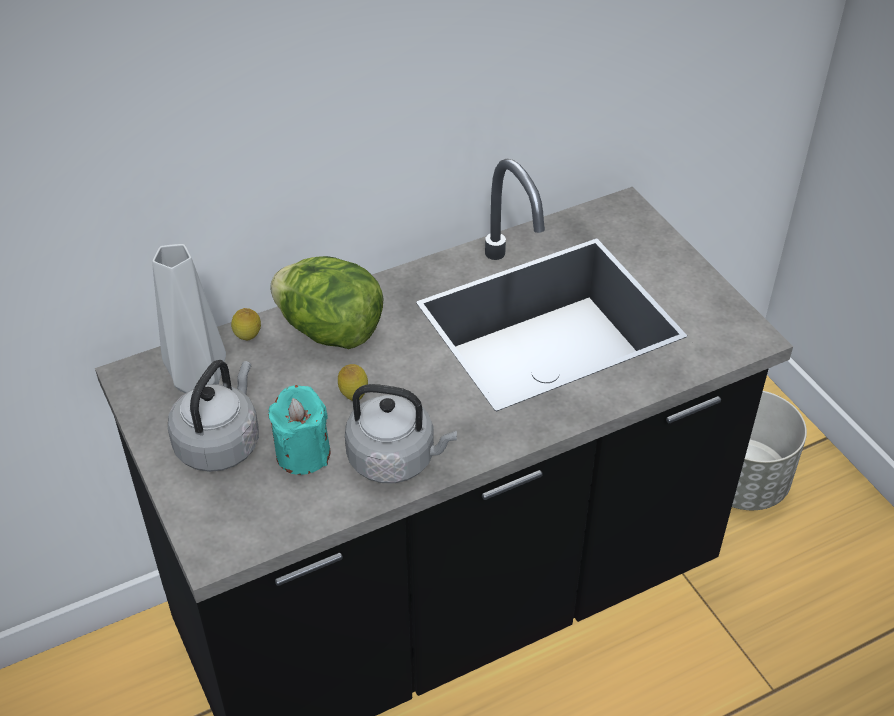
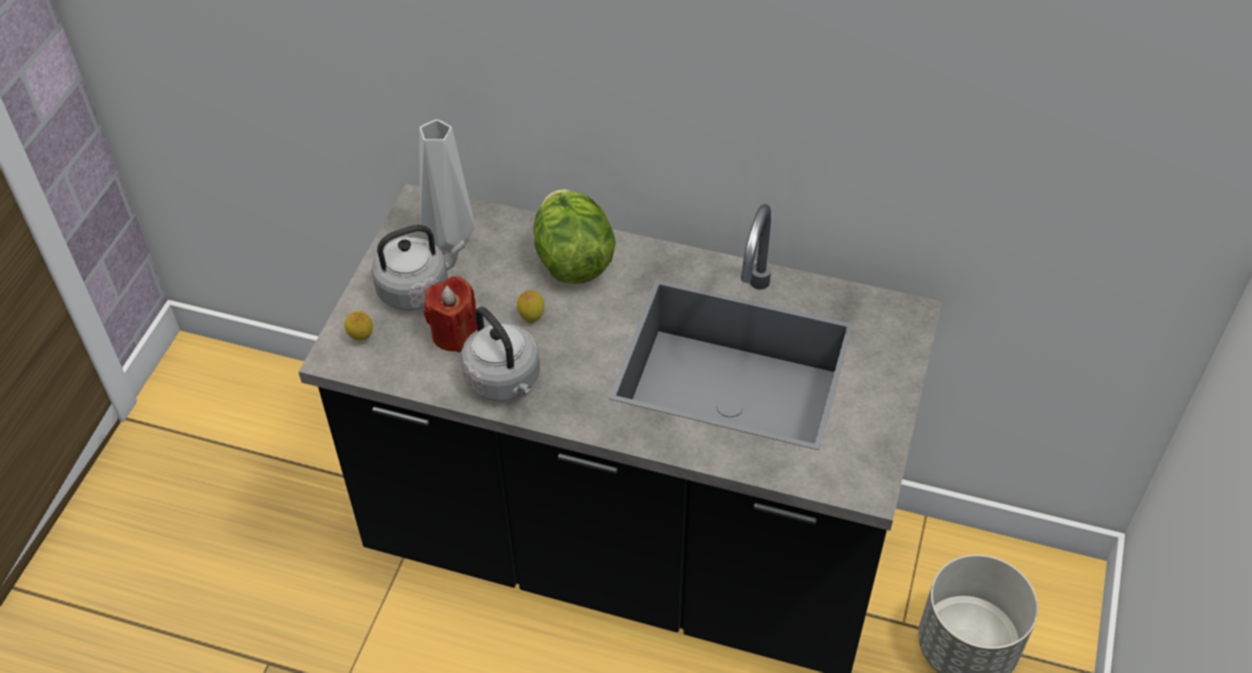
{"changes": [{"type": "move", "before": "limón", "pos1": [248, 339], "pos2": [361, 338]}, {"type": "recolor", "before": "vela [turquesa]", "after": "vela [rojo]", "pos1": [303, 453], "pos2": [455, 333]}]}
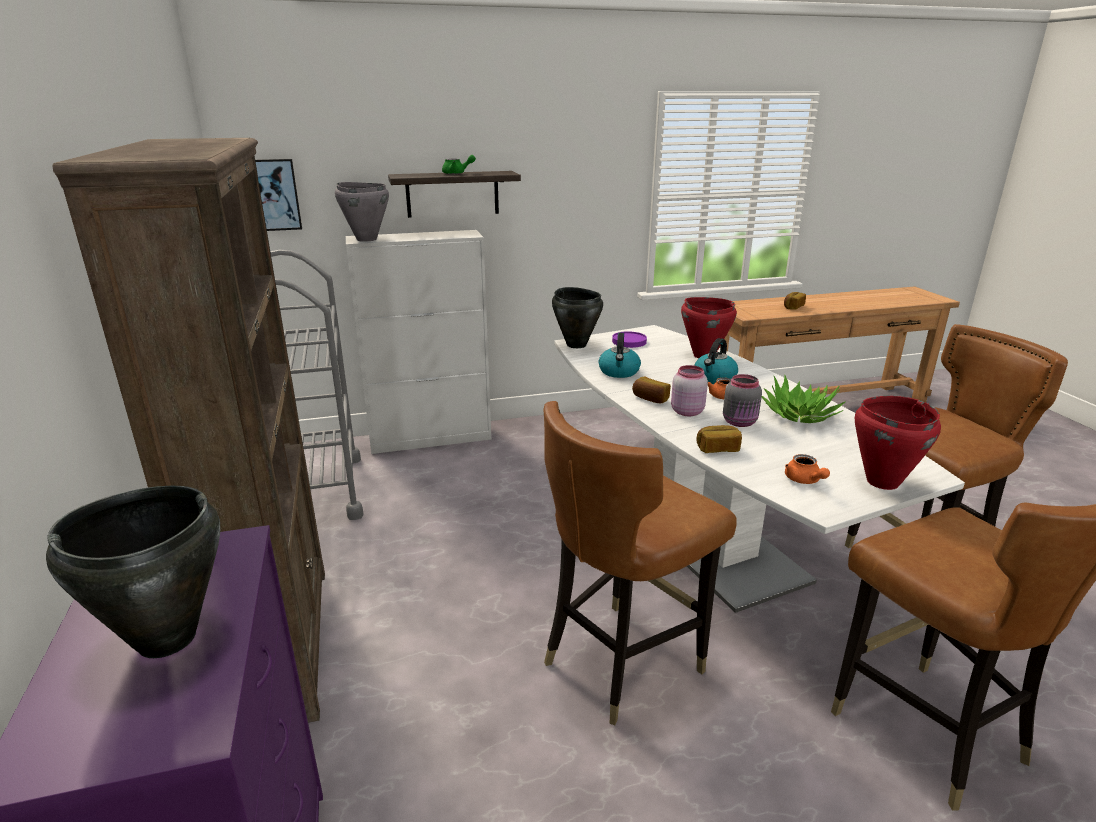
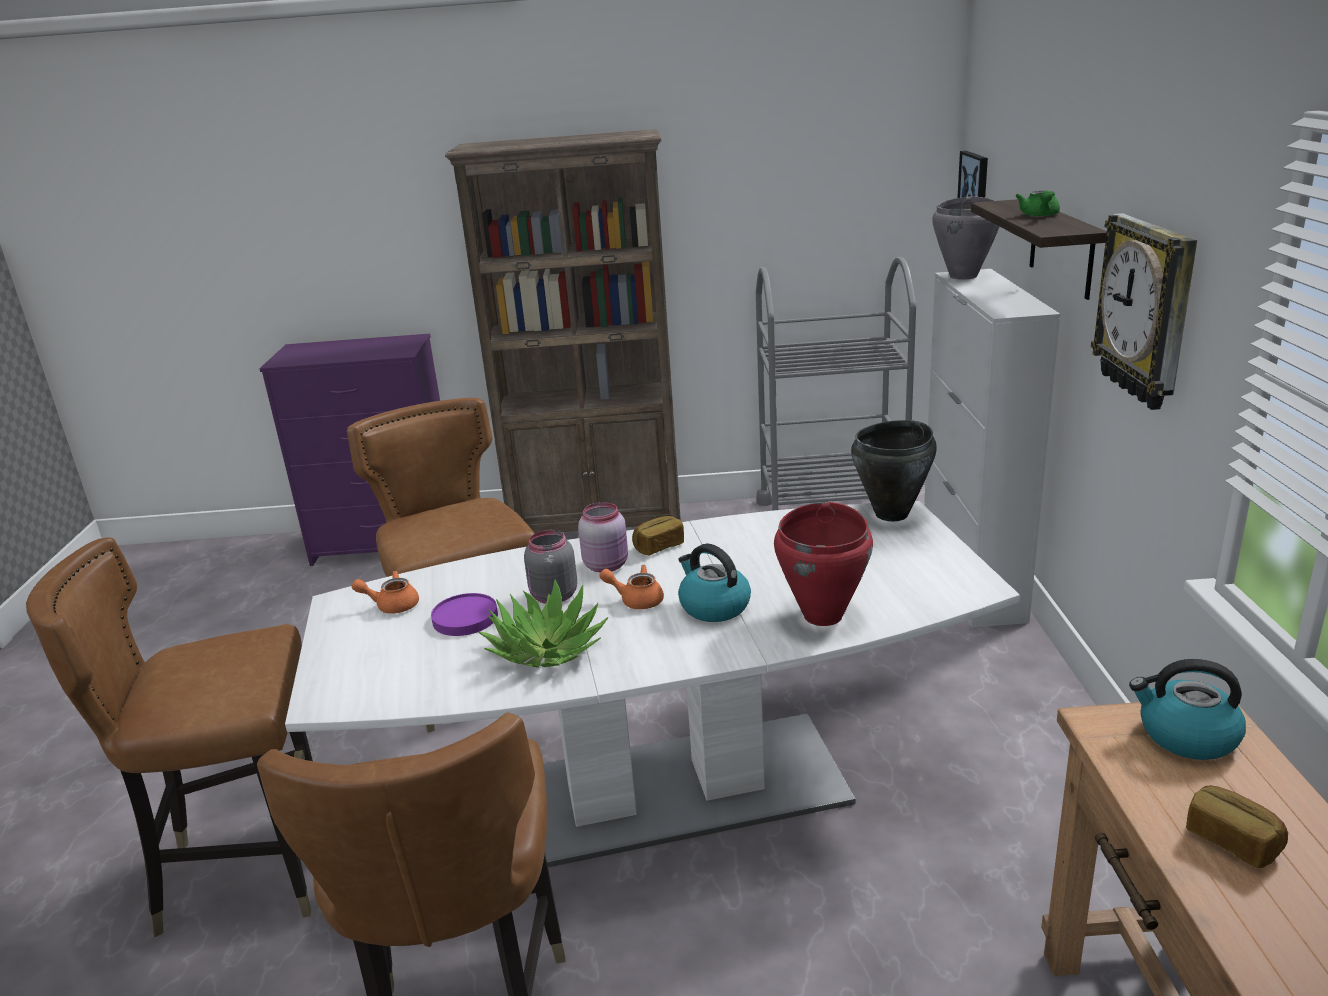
{"changes": [{"type": "move", "before": "plato [morado]", "pos1": [629, 341], "pos2": [465, 618]}, {"type": "insert", "after": "reloj de pared", "pos2": [1147, 310]}, {"type": "move", "before": "hervidor", "pos1": [619, 372], "pos2": [1186, 736]}, {"type": "delete", "before": "olla [negro]", "pos1": [165, 638]}, {"type": "delete", "before": "pan", "pos1": [717, 448]}, {"type": "delete", "before": "olla [rojo]", "pos1": [881, 481]}]}
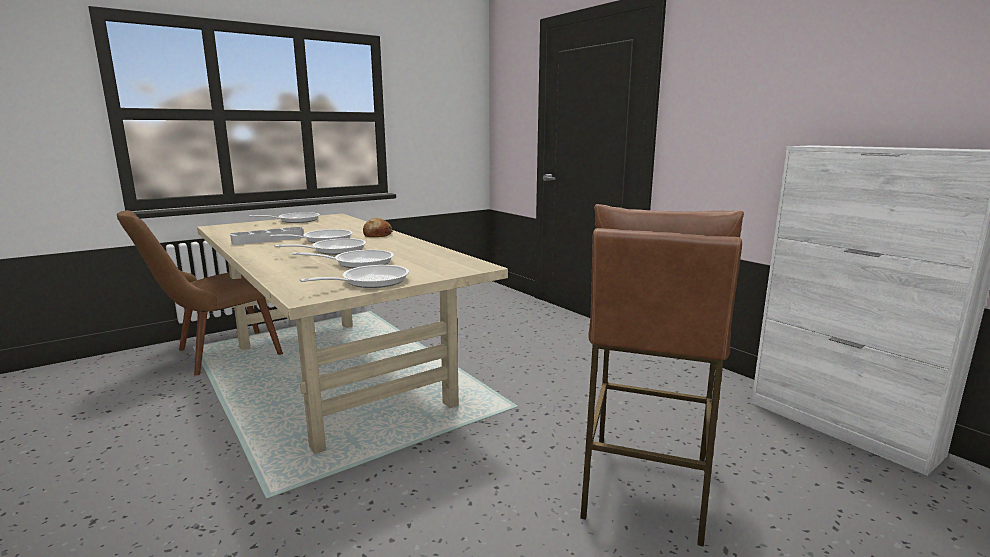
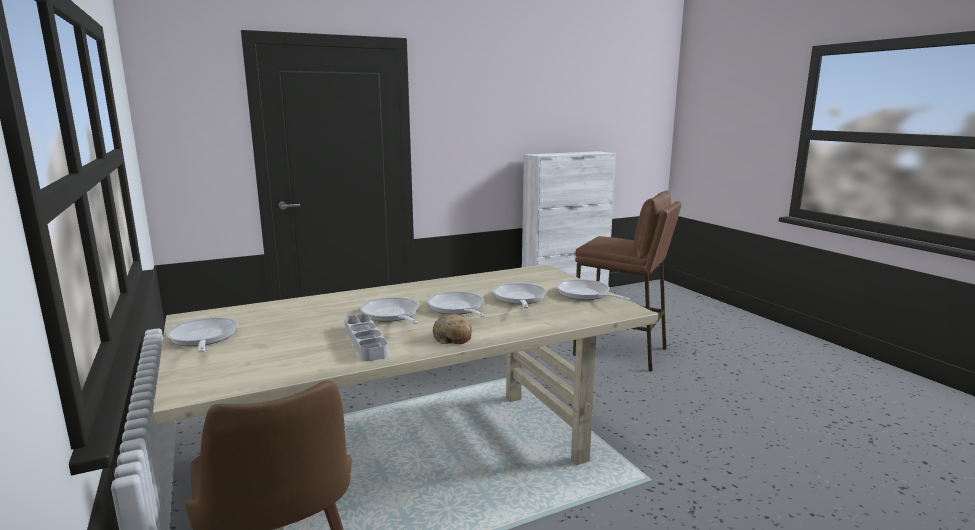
{"changes": [{"type": "move", "before": "pan", "pos1": [377, 235], "pos2": [453, 337]}]}
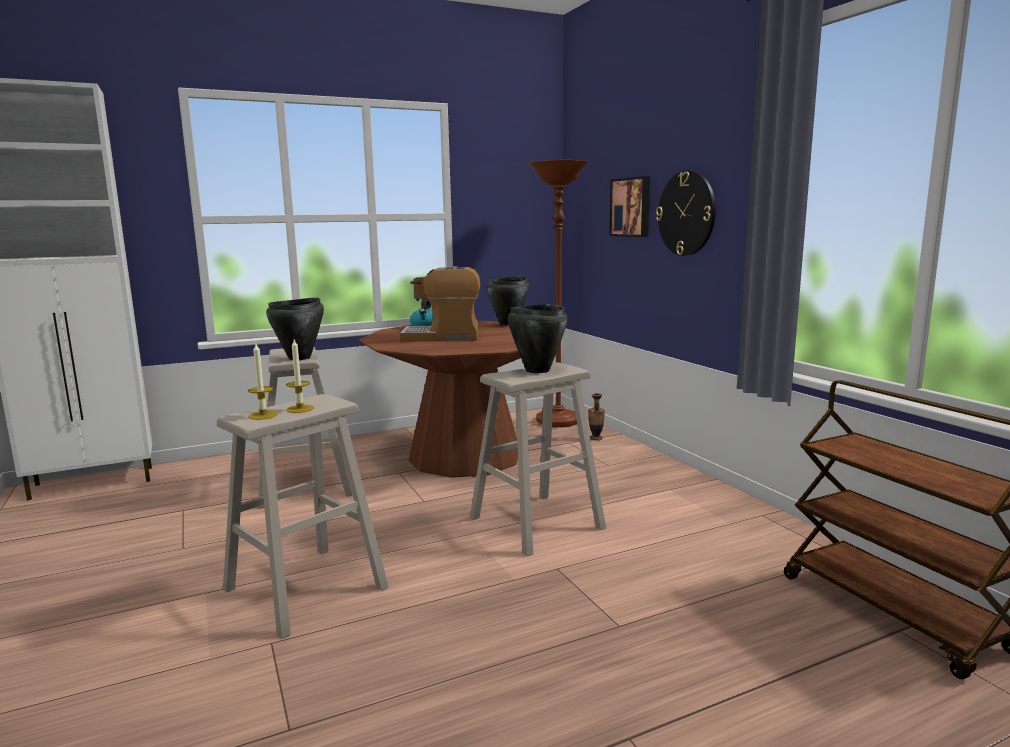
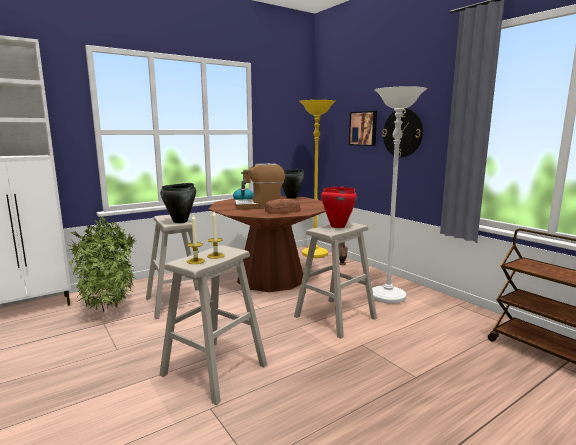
{"changes": [{"type": "insert", "after": "planta en maceta", "pos2": [108, 308]}, {"type": "insert", "after": "pan", "pos2": [281, 211]}, {"type": "recolor", "before": "lámpara de pie [marrón]", "after": "lámpara de pie [amarillo]", "pos1": [558, 421], "pos2": [315, 254]}, {"type": "recolor", "before": "olla [negro]", "after": "olla [rojo]", "pos1": [537, 370], "pos2": [337, 226]}, {"type": "insert", "after": "lámpara de pie [blanco]", "pos2": [387, 297]}]}
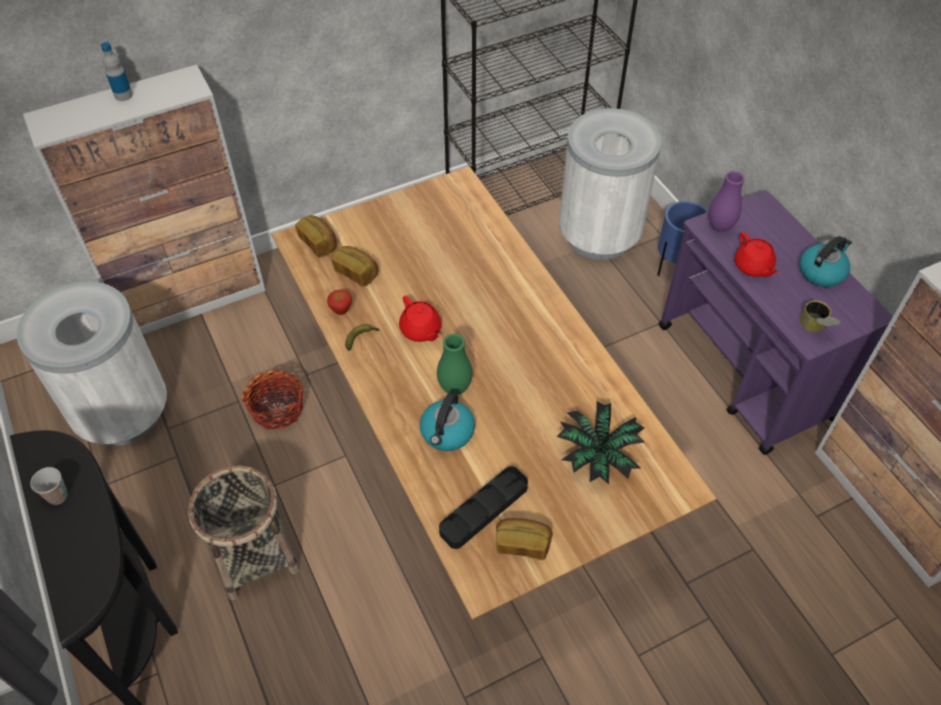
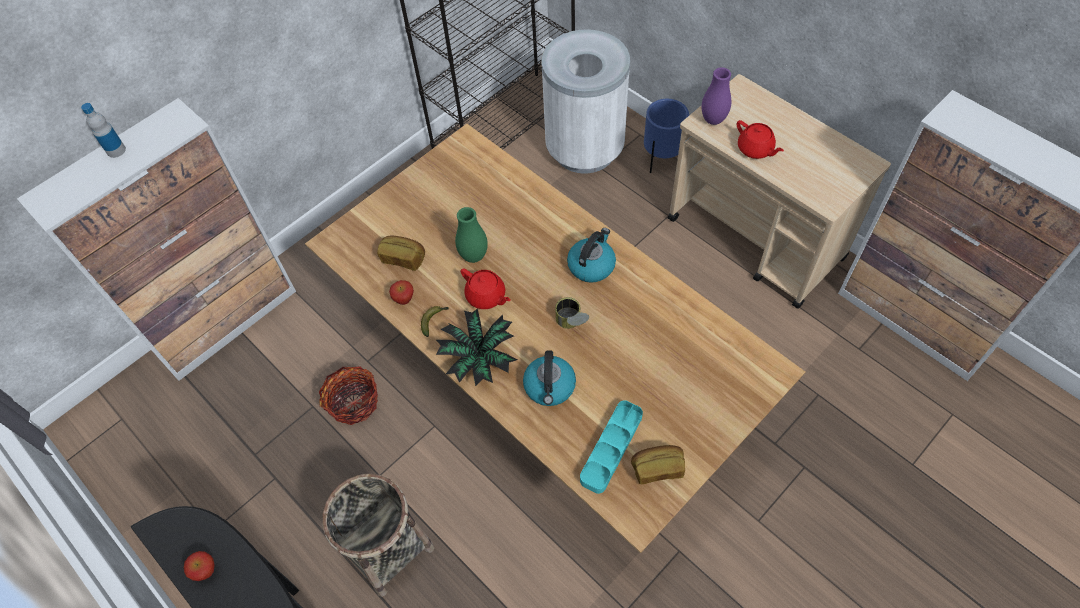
{"changes": [{"type": "replace", "before": "taza", "after": "manzana", "pos1": [57, 496], "pos2": [207, 571]}, {"type": "move", "before": "planta en maceta", "pos1": [597, 454], "pos2": [479, 357]}, {"type": "move", "before": "florero [verde]", "pos1": [455, 388], "pos2": [474, 256]}, {"type": "move", "before": "lata", "pos1": [815, 328], "pos2": [572, 323]}, {"type": "move", "before": "hervidor", "pos1": [821, 272], "pos2": [591, 265]}, {"type": "recolor", "before": "bandeja [negro]", "after": "bandeja [turquesa]", "pos1": [484, 509], "pos2": [611, 448]}, {"type": "recolor", "before": "carrito [morado]", "after": "carrito [beis]", "pos1": [746, 372], "pos2": [756, 239]}, {"type": "delete", "before": "papelera [blanco]", "pos1": [122, 413]}, {"type": "delete", "before": "pan", "pos1": [318, 243]}]}
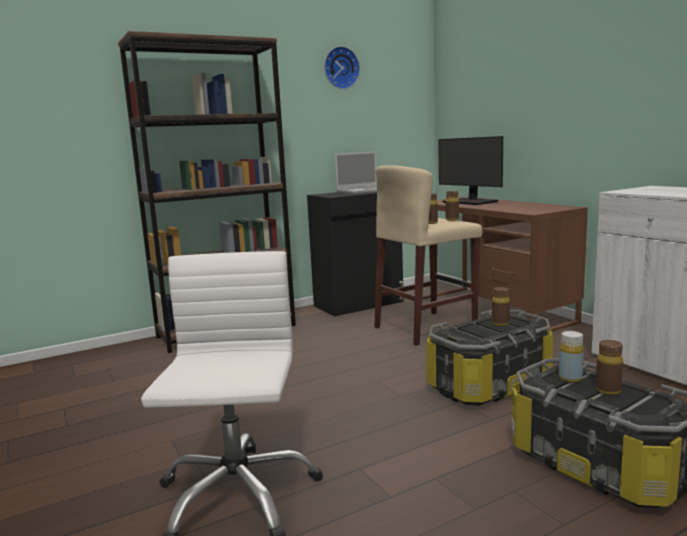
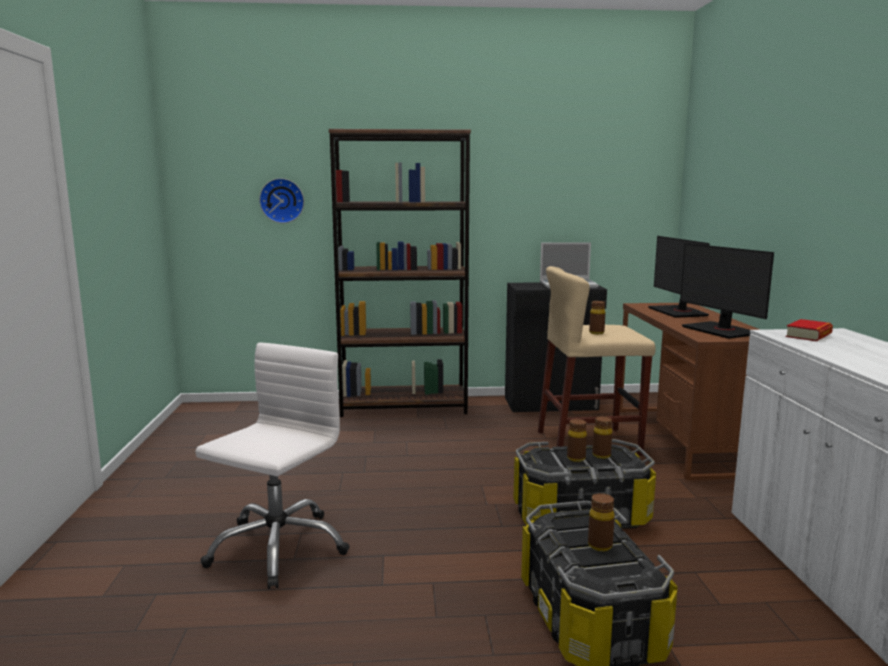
{"changes": [{"type": "move", "before": "reloj de pared", "pos1": [340, 68], "pos2": [282, 200]}, {"type": "move", "before": "botella [marrón]", "pos1": [452, 219], "pos2": [576, 458]}, {"type": "insert", "after": "monitor", "pos2": [720, 330]}, {"type": "insert", "after": "libro", "pos2": [808, 335]}, {"type": "delete", "before": "botella [amarillo]", "pos1": [570, 378]}]}
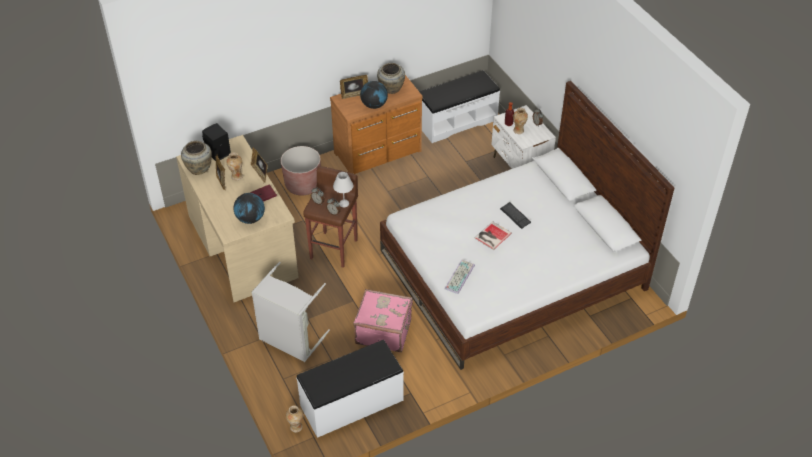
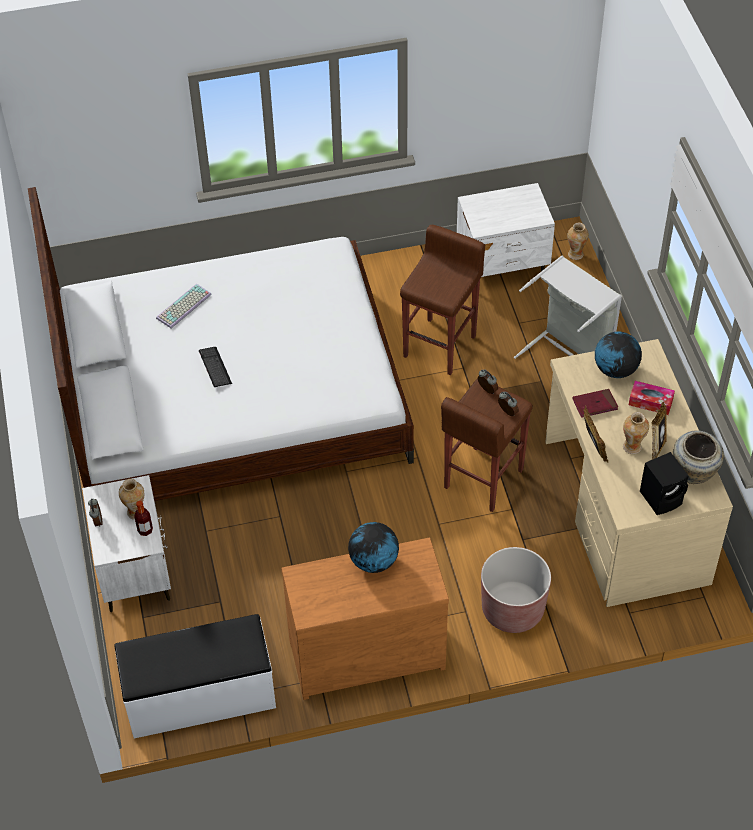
{"changes": [{"type": "move", "before": "teclado", "pos1": [459, 276], "pos2": [184, 307]}, {"type": "replace", "before": "maleta [rosa]", "after": "taburete [marrón]", "pos1": [383, 331], "pos2": [441, 345]}, {"type": "replace", "before": "banco [blanco]", "after": "mesita de noche [blanco]", "pos1": [352, 403], "pos2": [503, 267]}, {"type": "insert", "after": "caja de pañuelos", "pos2": [650, 402]}, {"type": "delete", "before": "lámpara de mesa [blanco]", "pos1": [344, 203]}, {"type": "delete", "before": "portarretratos", "pos1": [354, 94]}, {"type": "delete", "before": "florero [beis]", "pos1": [391, 89]}, {"type": "delete", "before": "libro", "pos1": [491, 236]}]}
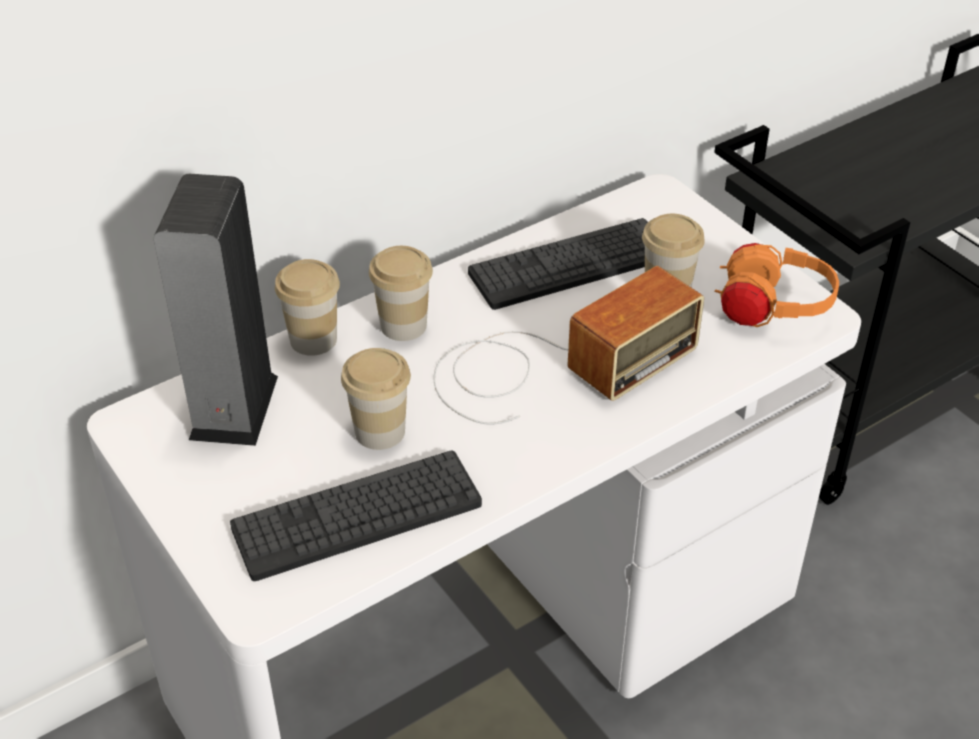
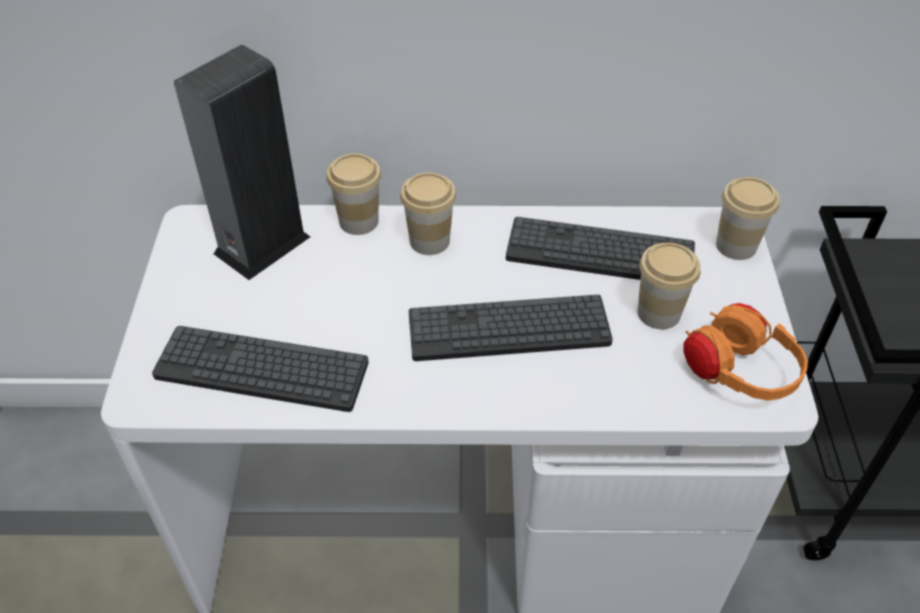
{"changes": [{"type": "replace", "before": "radio", "after": "teclado", "pos1": [554, 366], "pos2": [508, 329]}, {"type": "move", "before": "taza", "pos1": [380, 431], "pos2": [736, 245]}]}
